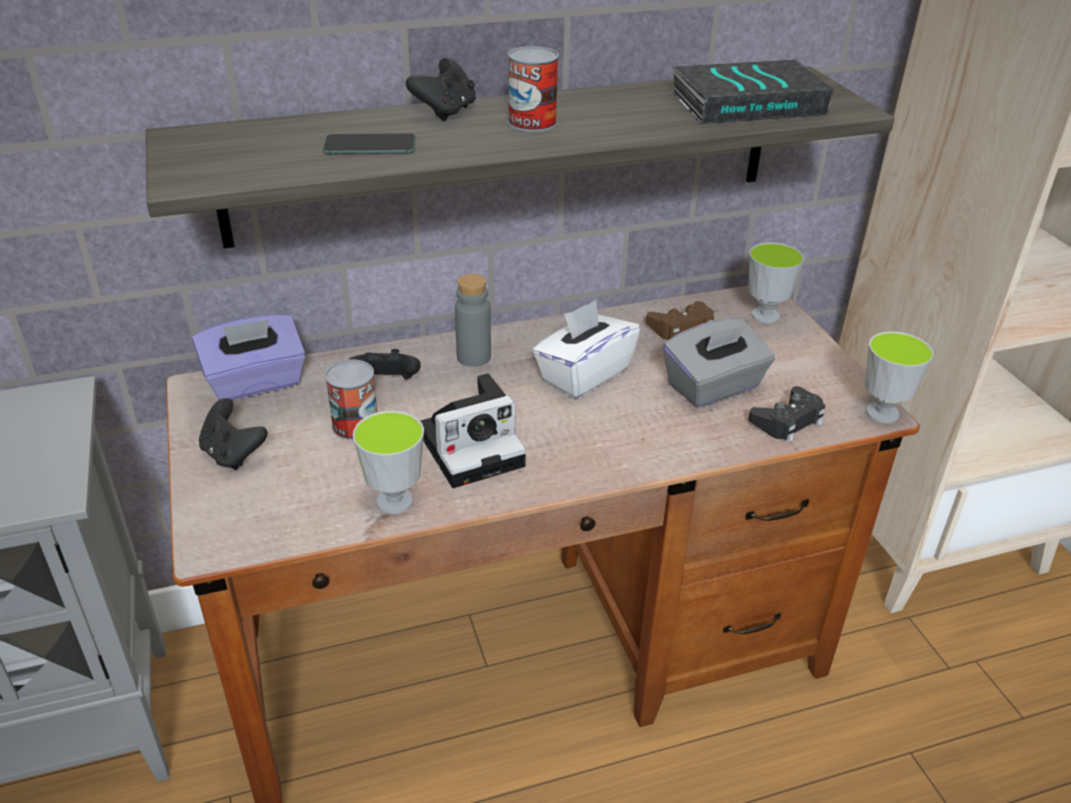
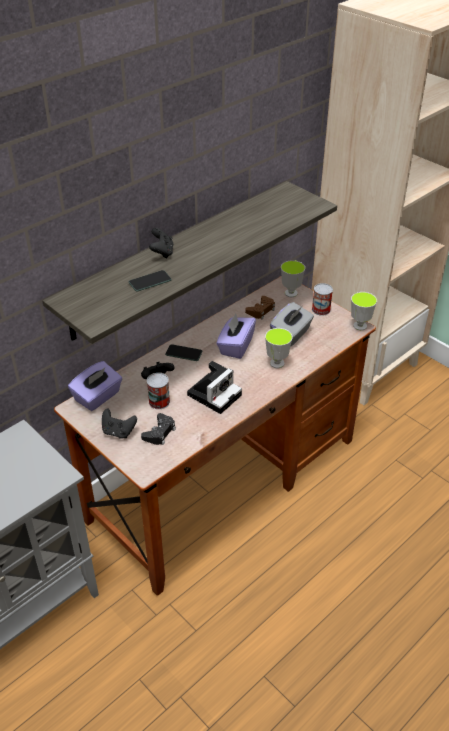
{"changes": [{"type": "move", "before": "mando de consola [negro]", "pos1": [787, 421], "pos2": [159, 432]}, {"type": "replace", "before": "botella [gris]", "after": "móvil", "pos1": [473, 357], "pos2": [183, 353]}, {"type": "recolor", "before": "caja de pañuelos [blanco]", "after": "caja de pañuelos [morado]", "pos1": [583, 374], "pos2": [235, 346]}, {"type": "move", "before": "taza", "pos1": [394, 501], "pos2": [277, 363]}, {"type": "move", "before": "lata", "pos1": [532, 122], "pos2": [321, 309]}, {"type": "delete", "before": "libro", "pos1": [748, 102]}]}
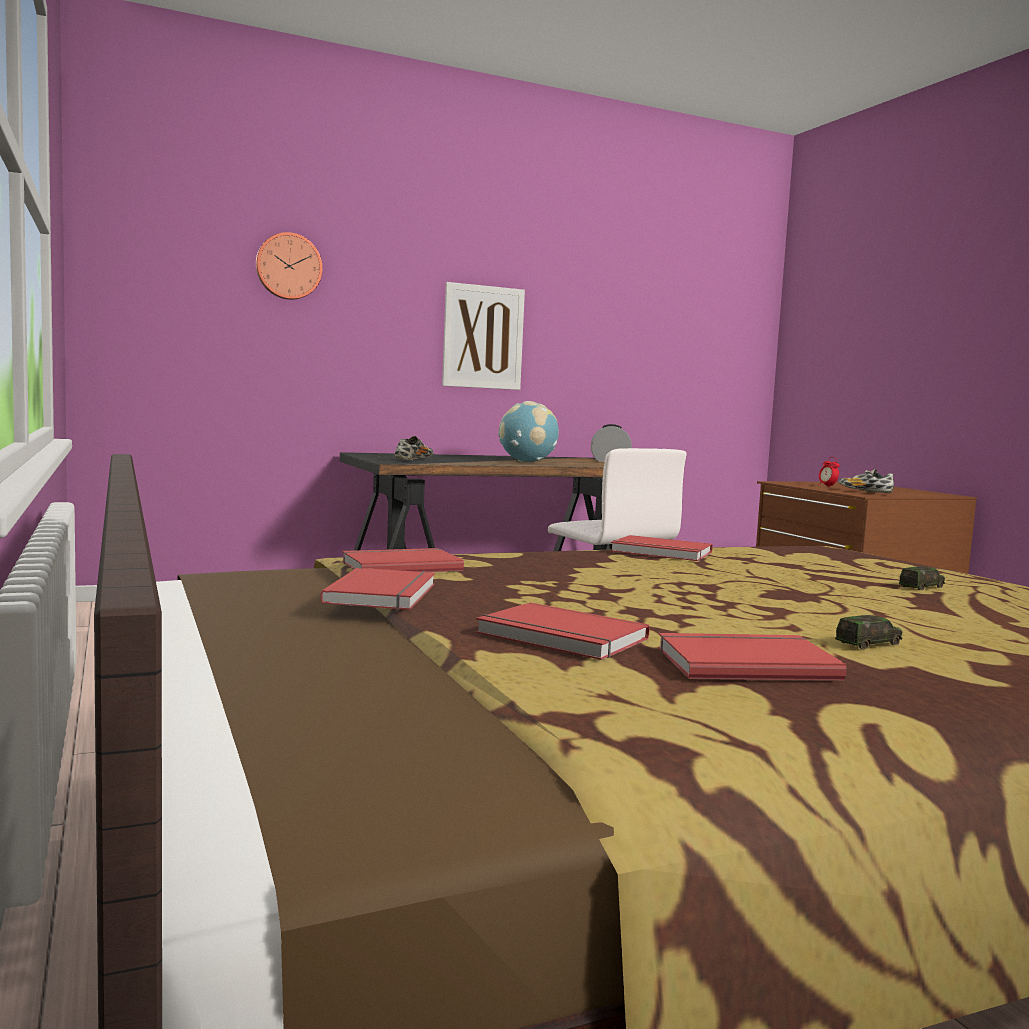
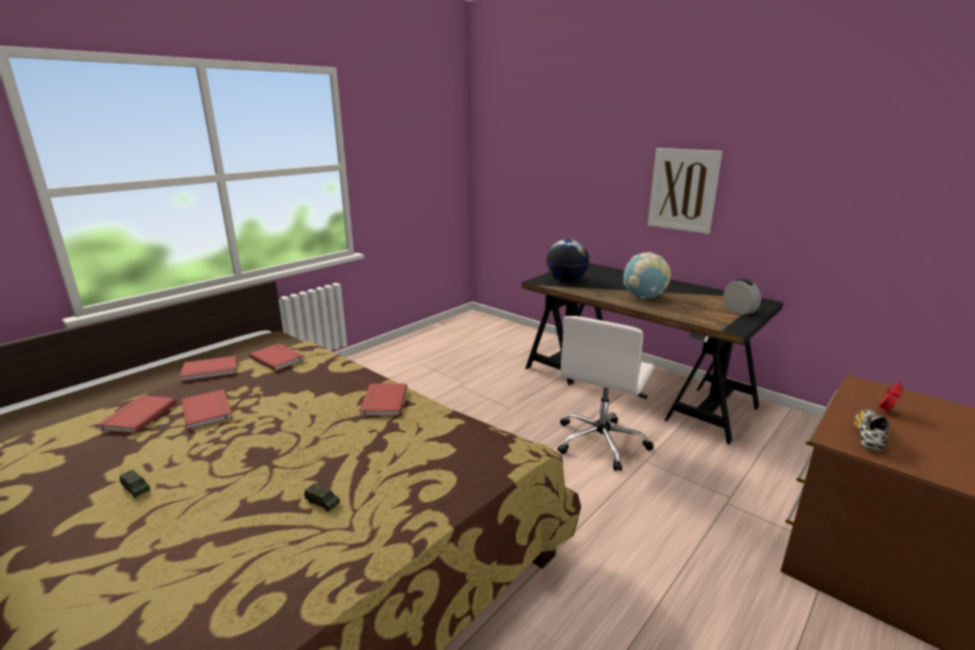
{"changes": [{"type": "move", "before": "libro [rojo]", "pos1": [744, 663], "pos2": [209, 410]}, {"type": "replace", "before": "zapato", "after": "globo terráqueo", "pos1": [414, 460], "pos2": [566, 280]}, {"type": "delete", "before": "reloj de pared", "pos1": [288, 266]}]}
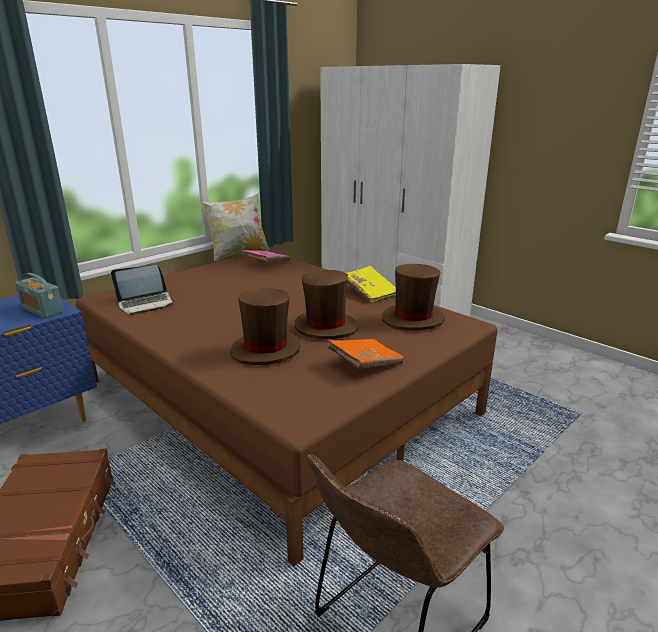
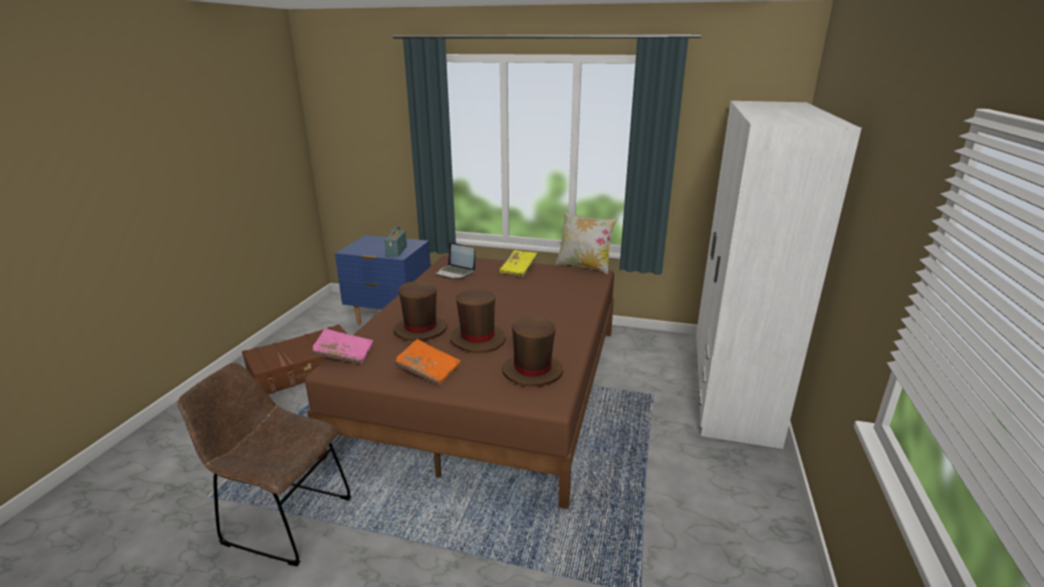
{"changes": [{"type": "move", "before": "libro [rosa]", "pos1": [266, 263], "pos2": [344, 355]}, {"type": "move", "before": "libro [amarillo]", "pos1": [370, 292], "pos2": [519, 269]}]}
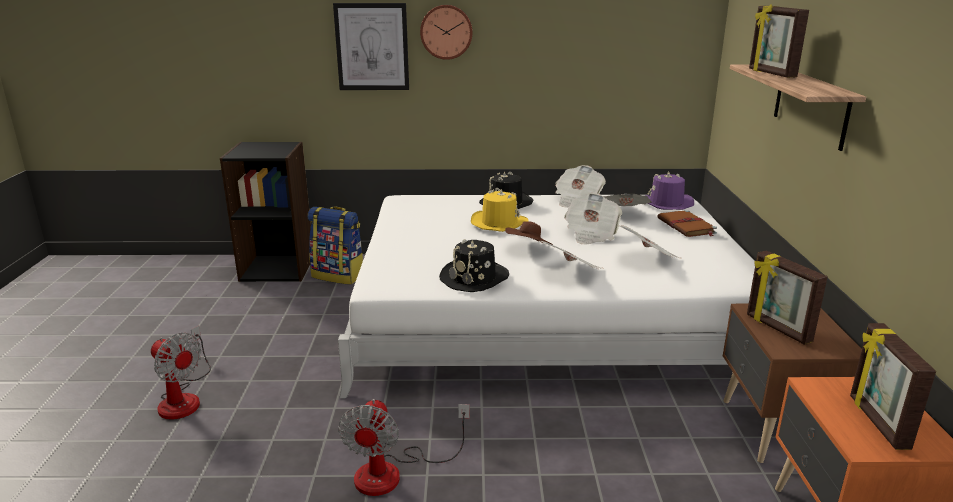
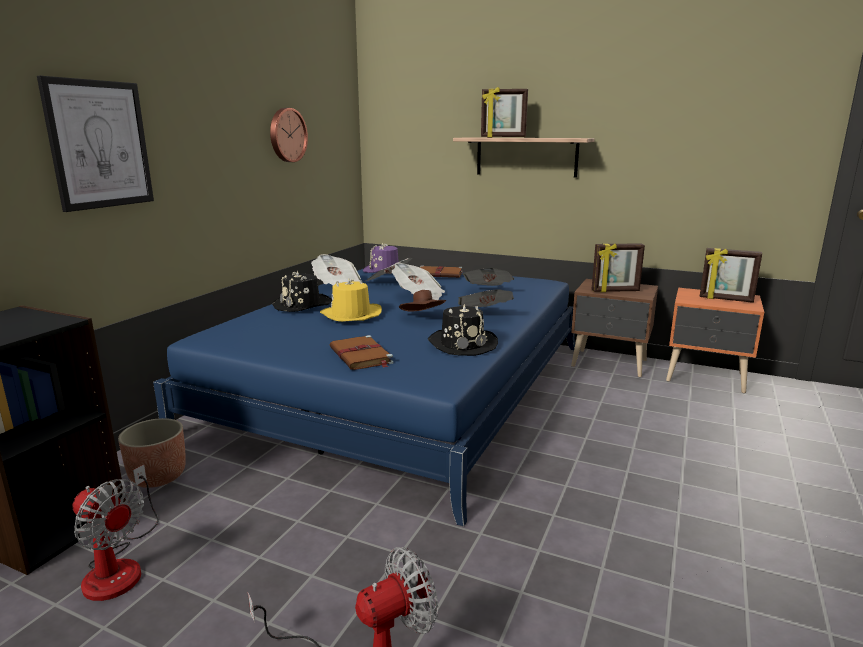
{"changes": [{"type": "move", "before": "ventilador", "pos1": [393, 472], "pos2": [119, 566]}, {"type": "replace", "before": "mochila", "after": "maceta", "pos1": [339, 275], "pos2": [158, 476]}, {"type": "recolor", "before": "cama [blanco]", "after": "cama [azul]", "pos1": [547, 314], "pos2": [402, 386]}, {"type": "move", "before": "reloj de pared", "pos1": [446, 32], "pos2": [287, 135]}, {"type": "insert", "after": "libro [marrón]", "pos2": [361, 356]}]}
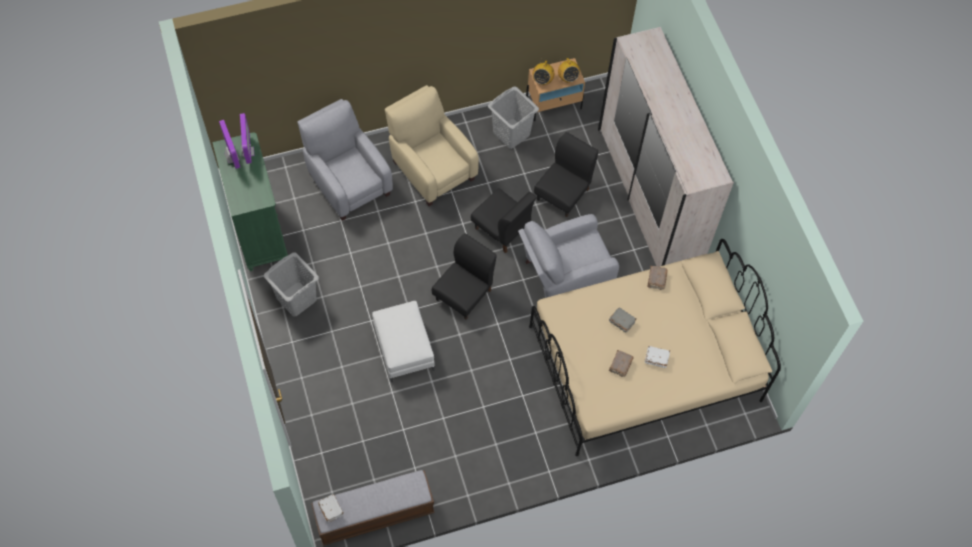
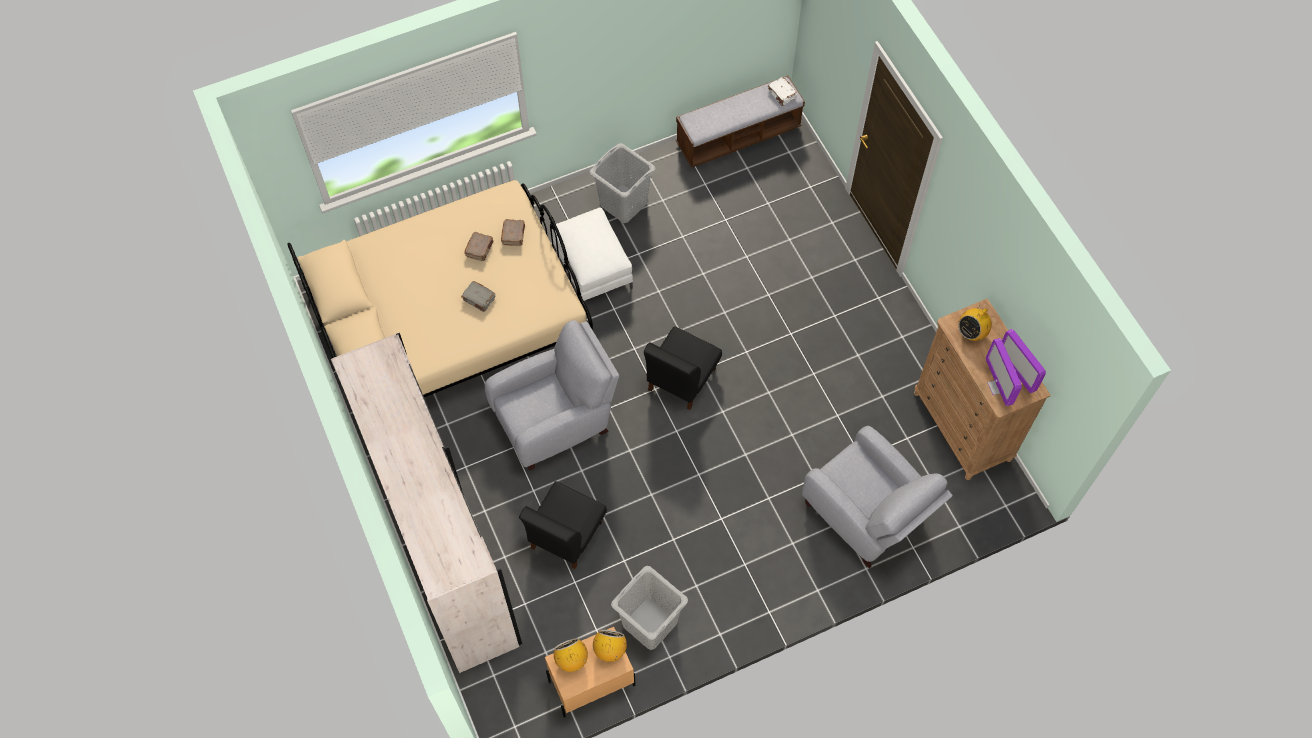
{"changes": [{"type": "move", "before": "libro [marrón]", "pos1": [656, 280], "pos2": [514, 235]}, {"type": "move", "before": "puf [blanco]", "pos1": [404, 348], "pos2": [592, 268]}, {"type": "move", "before": "cesto de la ropa [gris]", "pos1": [296, 298], "pos2": [623, 204]}, {"type": "recolor", "before": "cómoda [verde]", "after": "cómoda [marrón]", "pos1": [259, 233], "pos2": [962, 427]}, {"type": "insert", "after": "radio", "pos2": [971, 332]}, {"type": "delete", "before": "sillón [beis]", "pos1": [431, 168]}, {"type": "delete", "before": "silla [negro]", "pos1": [502, 229]}, {"type": "delete", "before": "libro [blanco]", "pos1": [656, 358]}]}
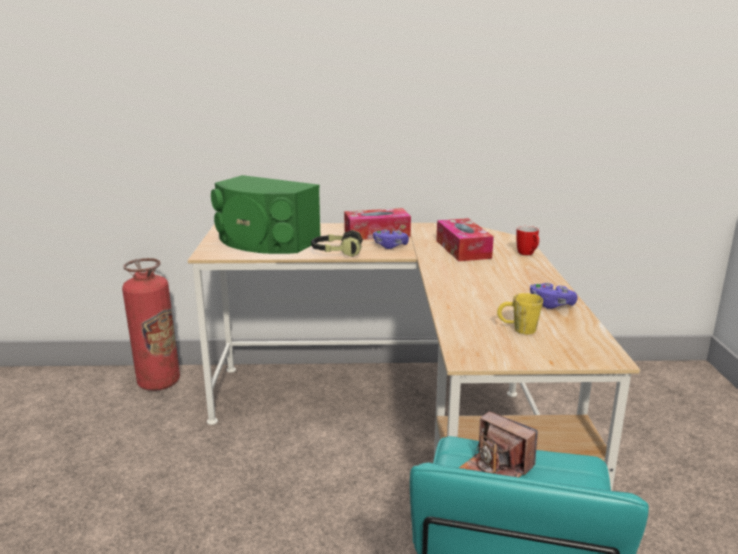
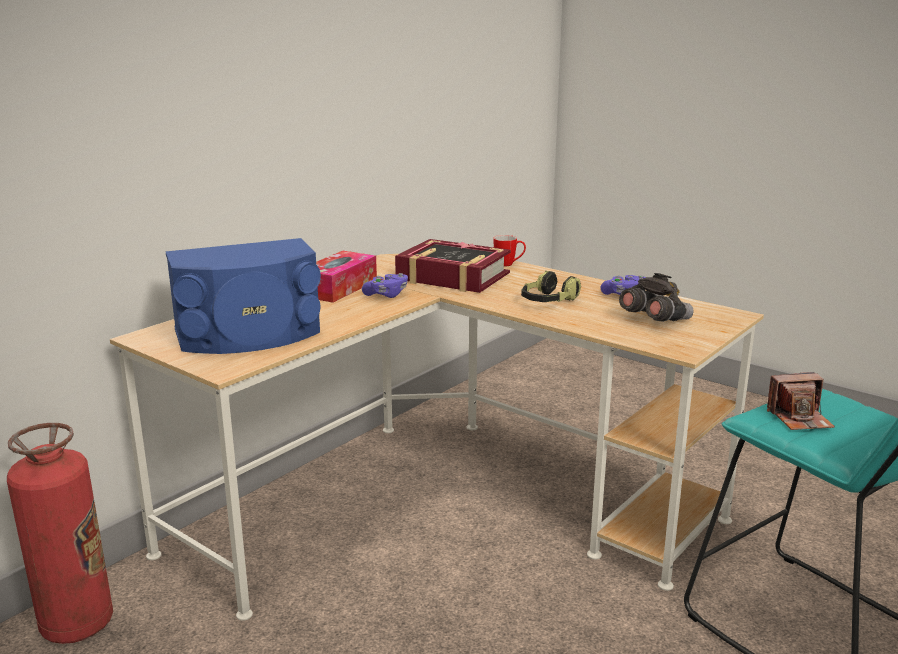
{"changes": [{"type": "recolor", "before": "altavoz [verde]", "after": "altavoz [azul]", "pos1": [265, 242], "pos2": [249, 335]}, {"type": "replace", "before": "caja de pañuelos", "after": "libro", "pos1": [463, 249], "pos2": [452, 277]}, {"type": "move", "before": "auriculares", "pos1": [337, 252], "pos2": [548, 301]}, {"type": "replace", "before": "taza grande [amarillo]", "after": "prismáticos [gris]", "pos1": [517, 329], "pos2": [654, 320]}]}
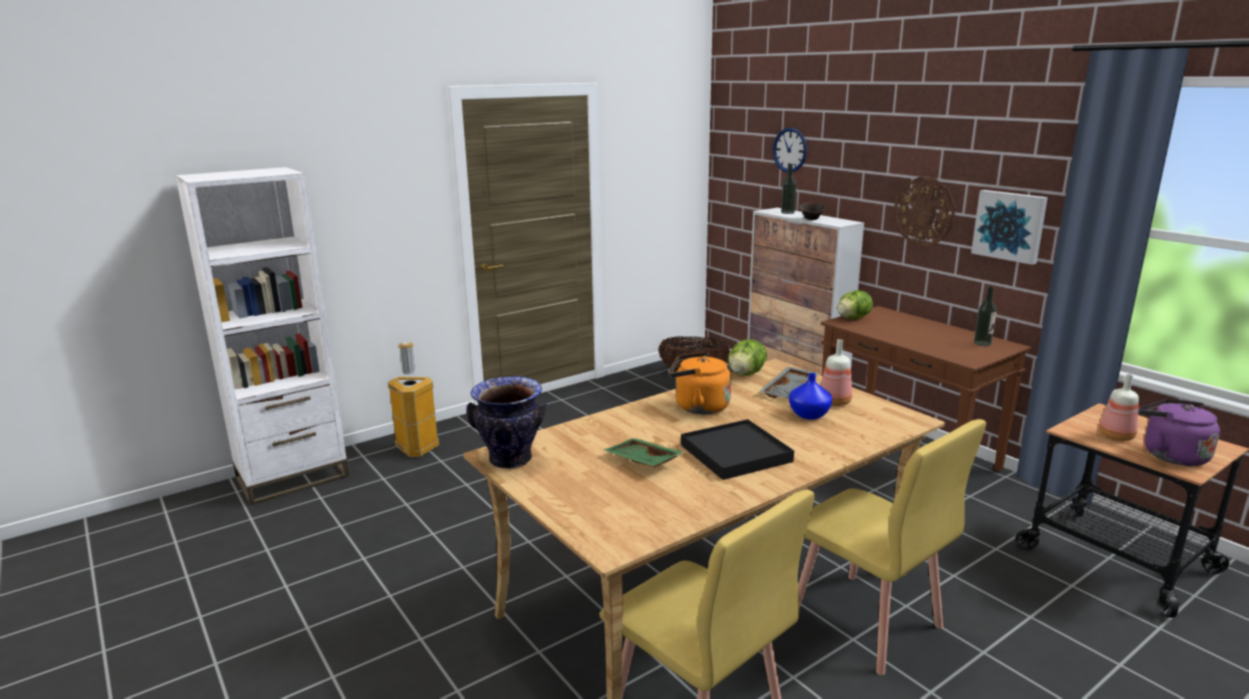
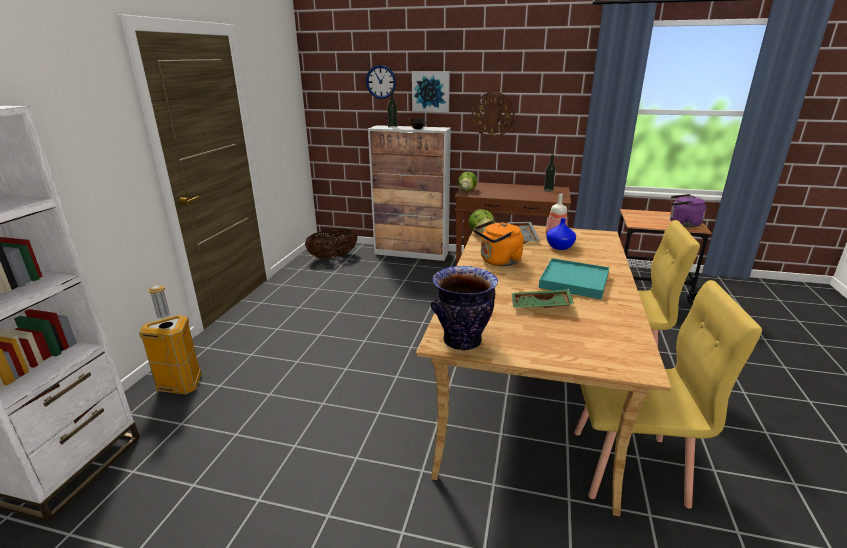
{"changes": [{"type": "move", "before": "cuadro", "pos1": [1009, 226], "pos2": [431, 91]}, {"type": "recolor", "before": "bandeja [negro]", "after": "bandeja [turquesa]", "pos1": [735, 453], "pos2": [574, 281]}, {"type": "delete", "before": "botella", "pos1": [1117, 436]}]}
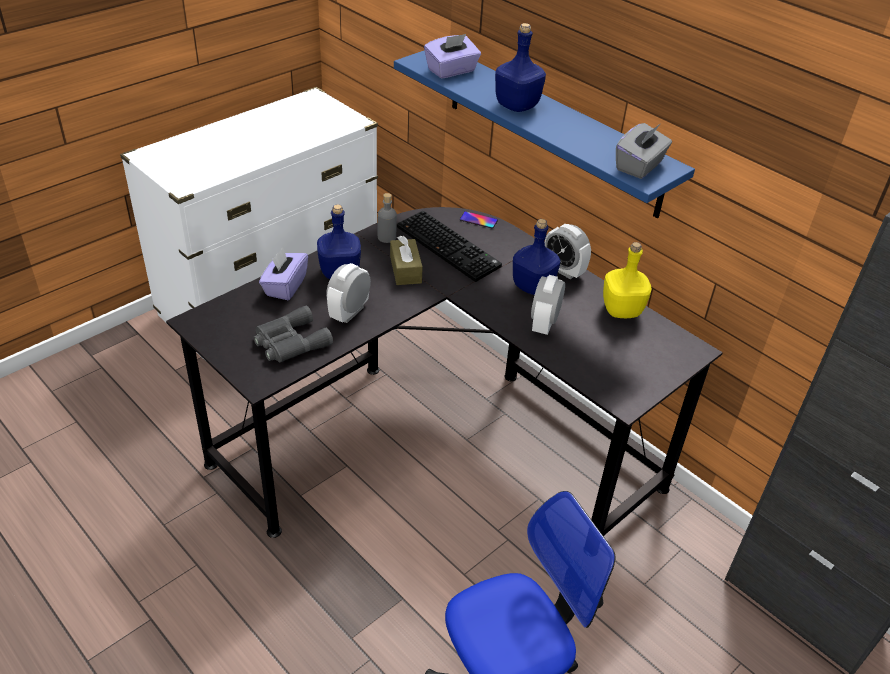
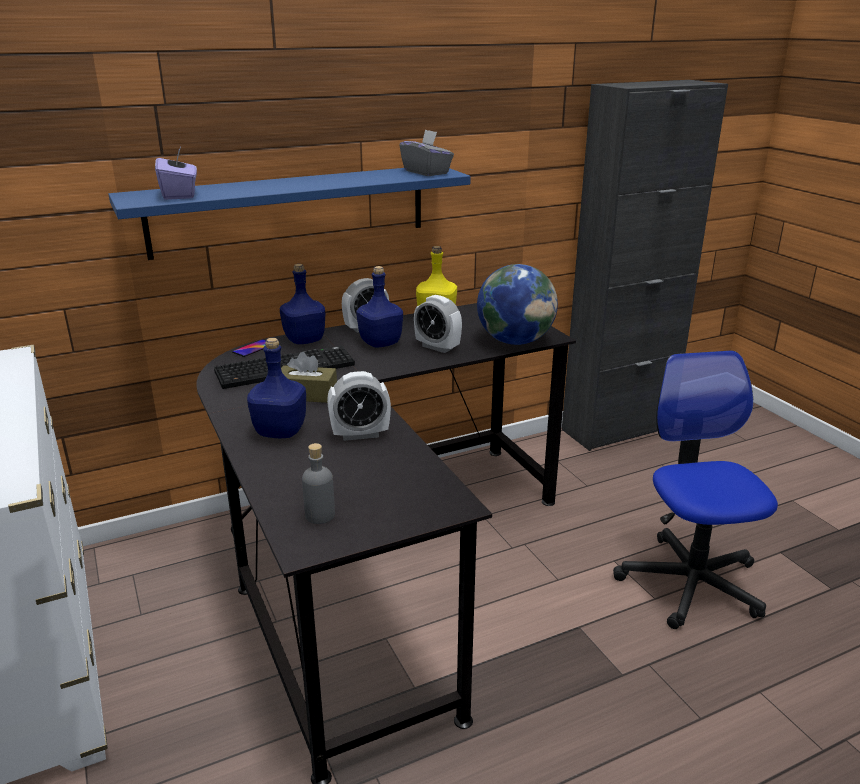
{"changes": [{"type": "move", "before": "botella [azul]", "pos1": [517, 105], "pos2": [304, 340]}, {"type": "move", "before": "botella [gris]", "pos1": [386, 237], "pos2": [320, 515]}, {"type": "rotate", "before": "despertador", "pos1": [349, 312], "pos2": [360, 434], "turn": -60}, {"type": "insert", "after": "globo terráqueo", "pos2": [515, 341]}, {"type": "delete", "before": "prismáticos [gris]", "pos1": [289, 342]}, {"type": "delete", "before": "caja de pañuelos [morado]", "pos1": [285, 286]}]}
